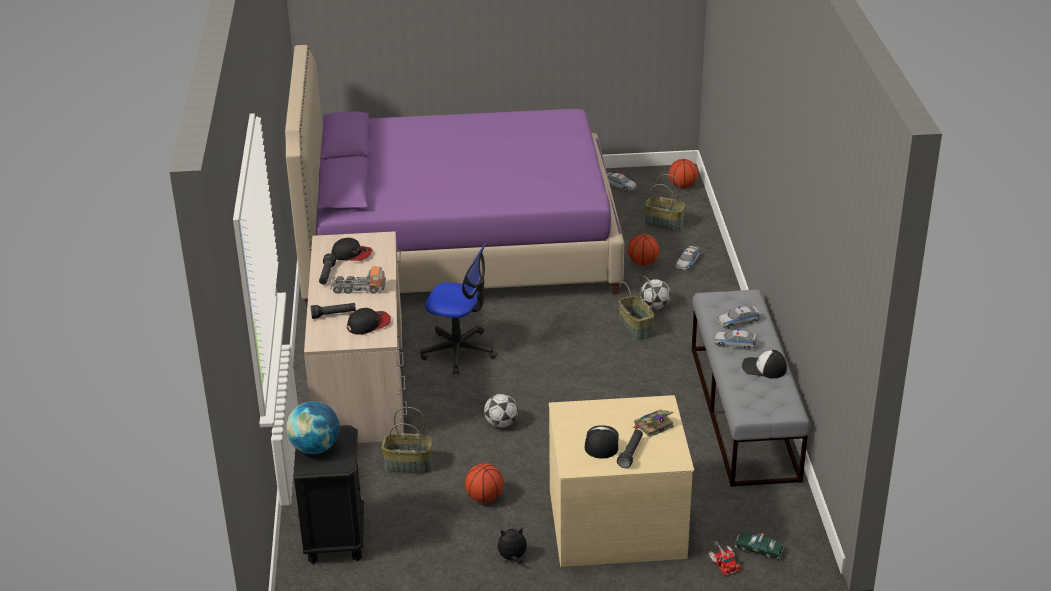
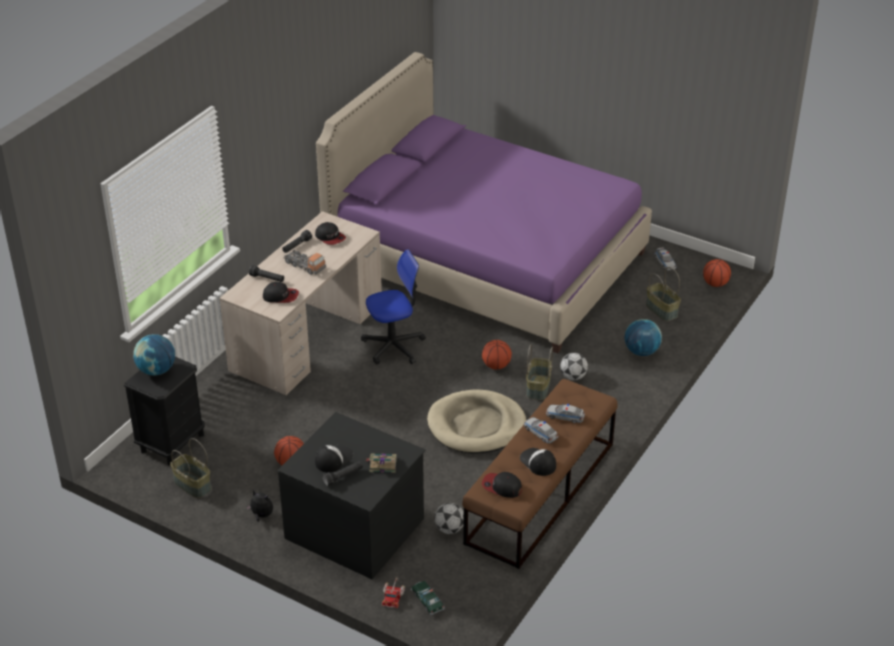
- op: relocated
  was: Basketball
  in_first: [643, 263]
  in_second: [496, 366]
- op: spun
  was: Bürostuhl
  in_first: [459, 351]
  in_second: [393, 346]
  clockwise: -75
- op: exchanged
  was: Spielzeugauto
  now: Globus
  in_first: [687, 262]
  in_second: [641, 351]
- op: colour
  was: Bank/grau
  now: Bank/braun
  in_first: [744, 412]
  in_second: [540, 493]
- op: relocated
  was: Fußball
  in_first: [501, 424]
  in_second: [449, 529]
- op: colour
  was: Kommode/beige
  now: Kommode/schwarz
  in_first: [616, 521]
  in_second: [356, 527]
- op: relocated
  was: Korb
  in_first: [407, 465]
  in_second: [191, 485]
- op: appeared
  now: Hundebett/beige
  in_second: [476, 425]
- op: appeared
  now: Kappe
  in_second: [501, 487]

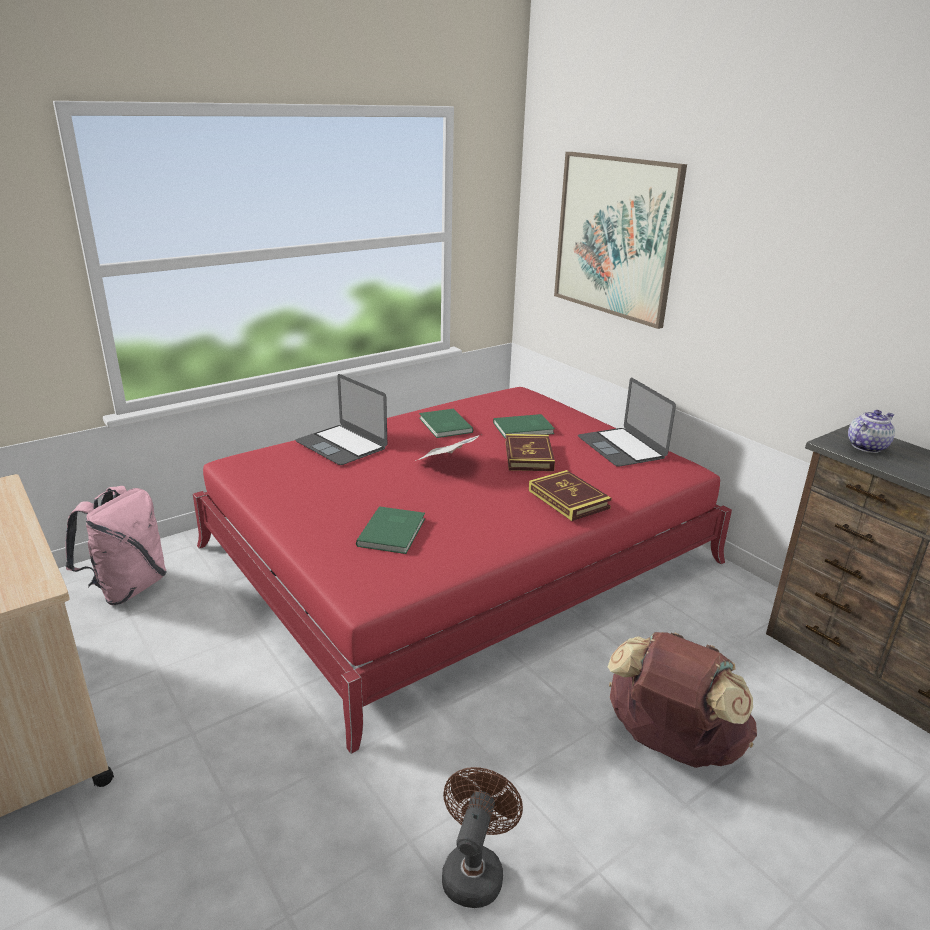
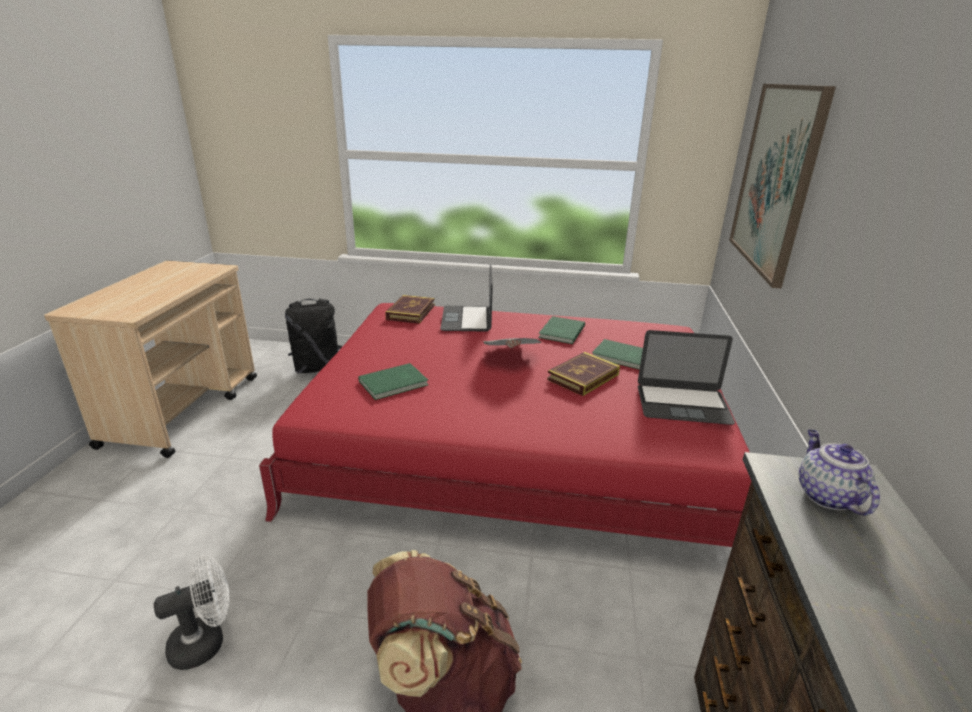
- op: spun
  was: Laptop
  in_first: [621, 447]
  in_second: [683, 404]
  clockwise: -105
- op: spun
  was: Teekanne
  in_first: [866, 446]
  in_second: [826, 495]
  clockwise: -105
- op: relocated
  was: Buch
  in_first: [568, 499]
  in_second: [411, 312]
- op: colour
  was: Rucksack/rosa
  now: Rucksack/schwarz
  in_first: [128, 588]
  in_second: [317, 368]
- op: colour
  was: Ventilator/braun
  now: Ventilator/weiß
  in_first: [474, 869]
  in_second: [206, 642]

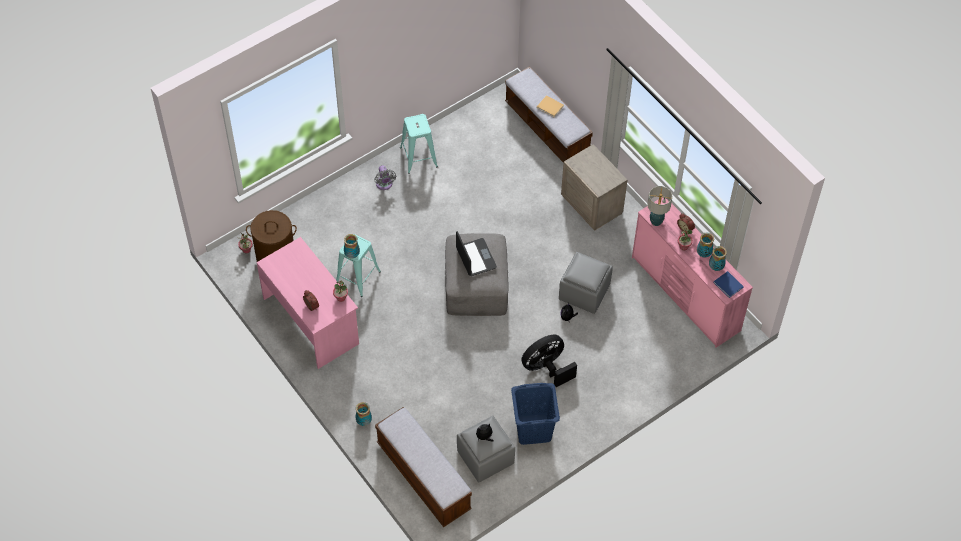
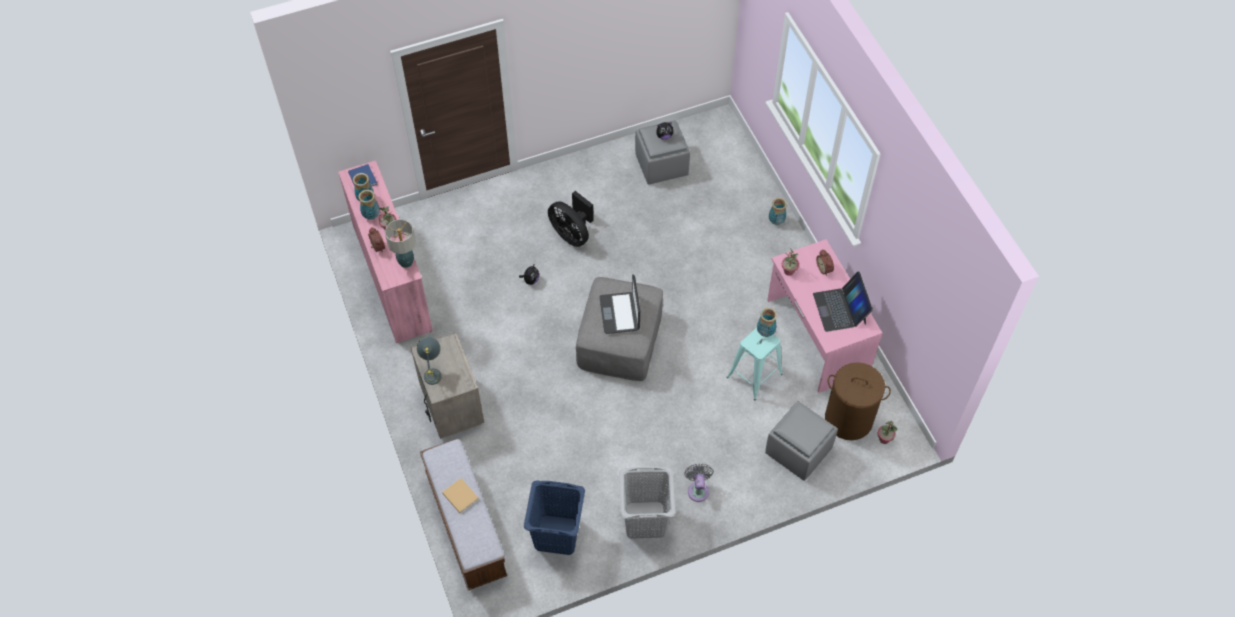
- op: exchanged
  was: Hocker/türkis
  now: Wäschekorb/grau
  in_first: [418, 157]
  in_second: [645, 520]
- op: relocated
  was: Polsterhocker/grau
  in_first: [583, 292]
  in_second: [799, 450]
- op: spun
  was: Ventilator/schwarz
  in_first: [546, 368]
  in_second: [572, 234]
  clockwise: 60
- op: relocated
  was: Wäschekorb/blau
  in_first: [533, 429]
  in_second: [556, 535]
- op: missing
  was: Bank
  in_first: [423, 476]
- op: appeared
  now: Laptop
  in_second: [840, 309]
- op: appeared
  now: Tischlampe/grau
  in_second: [433, 371]

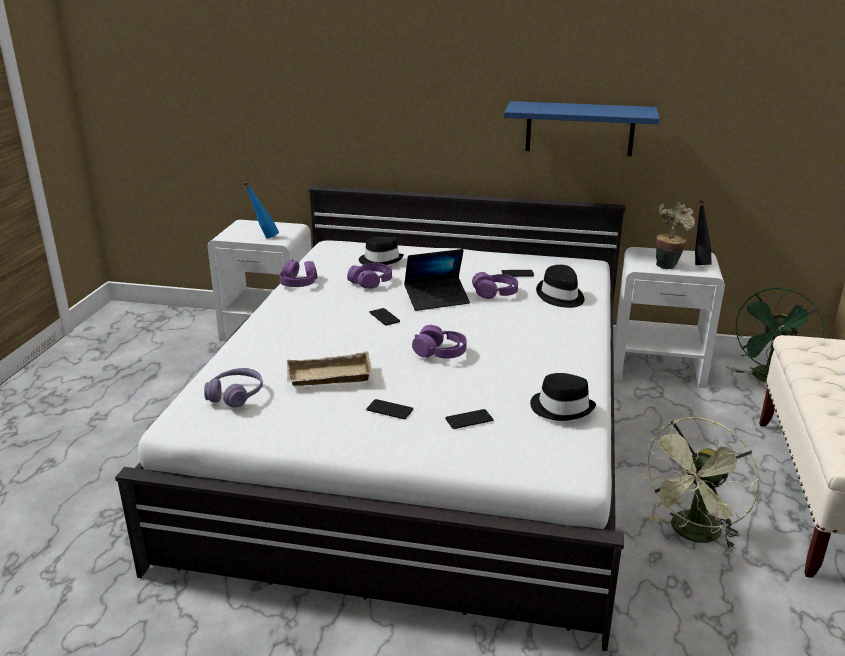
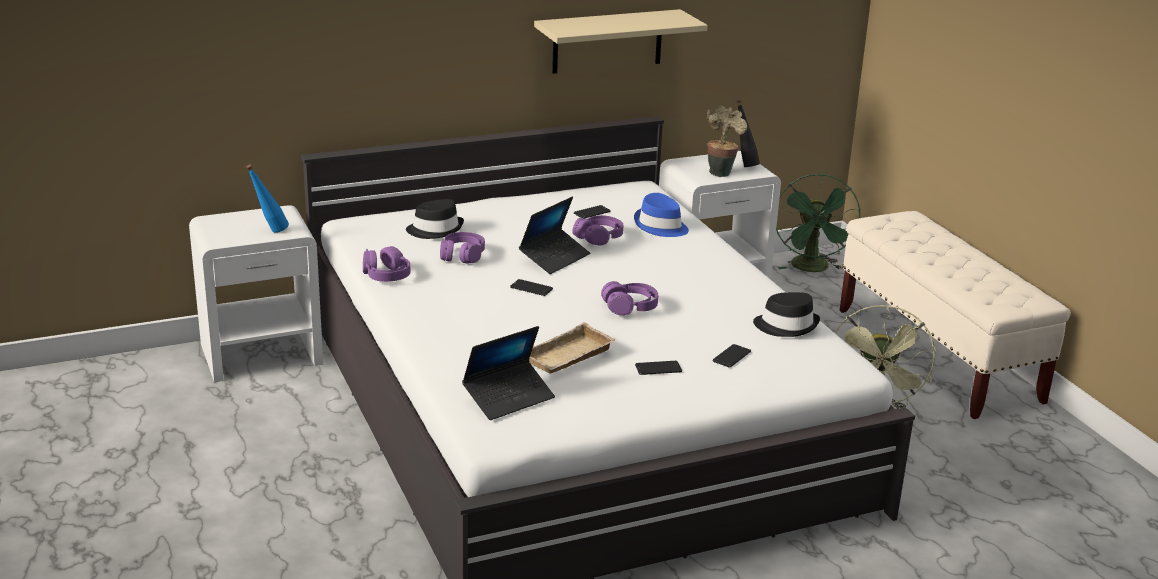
- op: colour
  was: Wandregal/blau
  now: Wandregal/beige
  in_first: [580, 128]
  in_second: [607, 41]
- op: colour
  was: Hut/schwarz
  now: Hut/blau
  in_first: [560, 296]
  in_second: [660, 226]
- op: exchanged
  was: Kopfhörer/lila
  now: Laptop
  in_first: [235, 395]
  in_second: [509, 398]

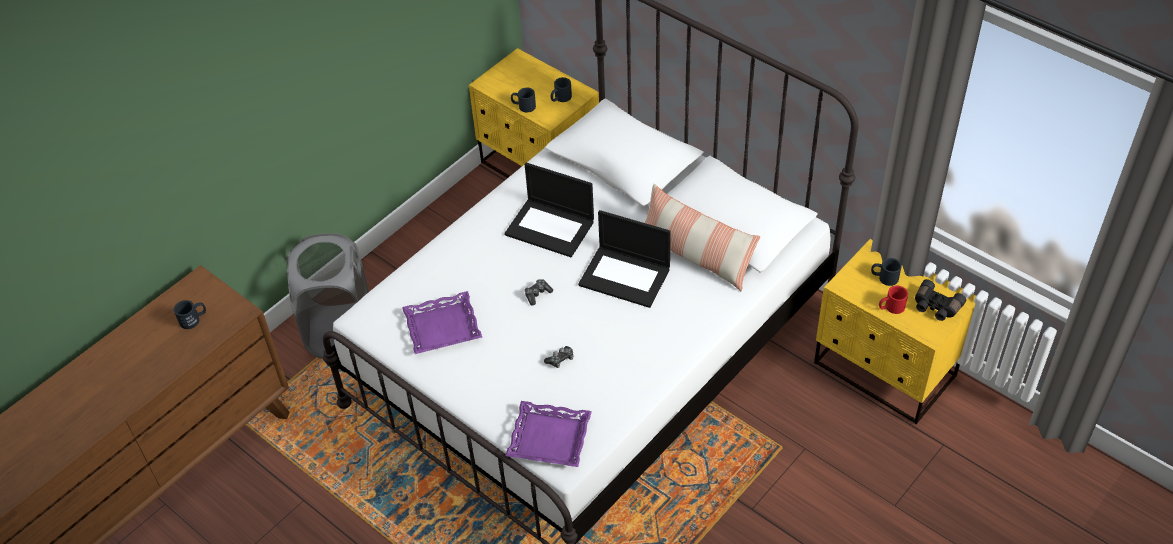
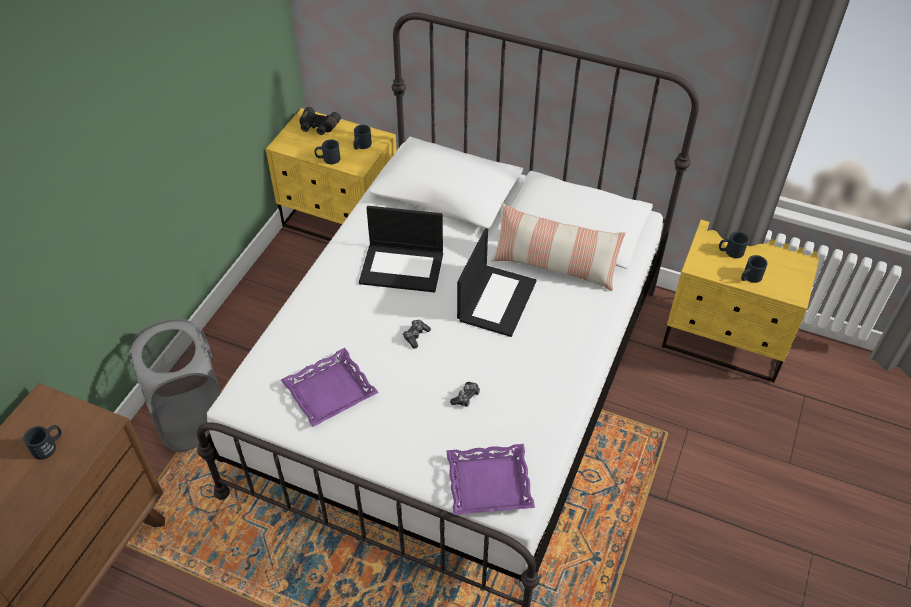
- op: spun
  was: Laptop
  in_first: [626, 276]
  in_second: [496, 299]
  clockwise: -75
- op: relocated
  was: Fernglas/schwarz
  in_first: [935, 307]
  in_second: [318, 127]
- op: colour
  was: Henkelbecher/rot
  now: Henkelbecher/schwarz
  in_first: [891, 307]
  in_second: [749, 277]

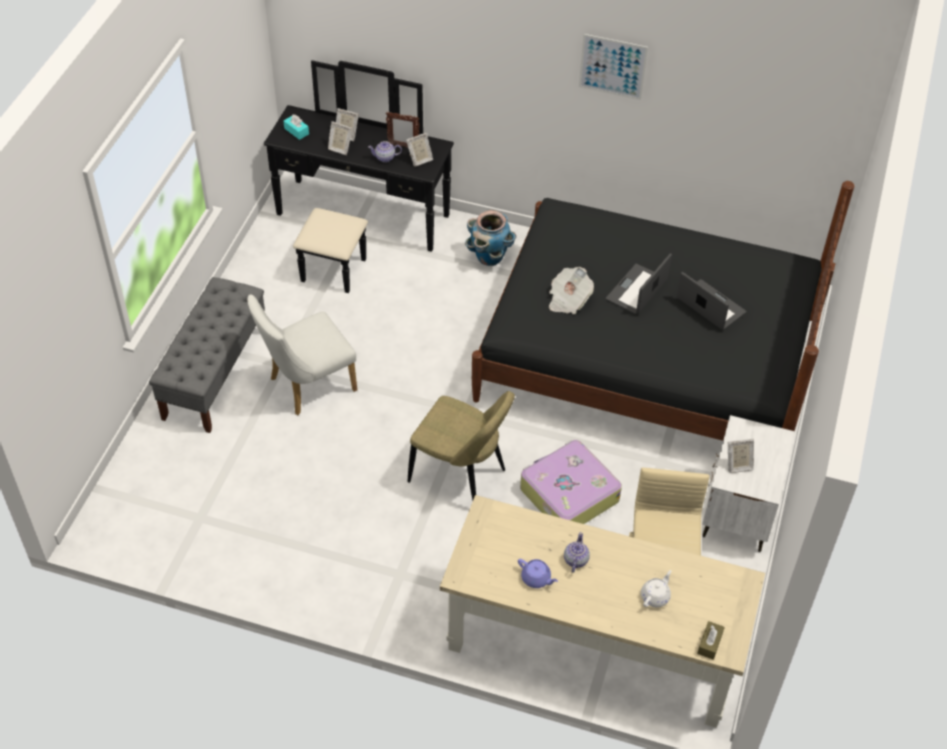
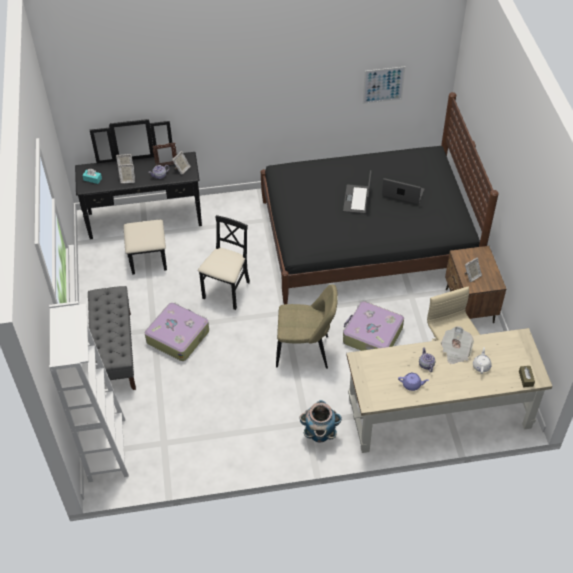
- op: relocated
  was: Bild
  in_first: [612, 67]
  in_second: [383, 85]
- op: relocated
  was: Pflanzkübel
  in_first: [490, 257]
  in_second: [320, 434]
- op: relocated
  was: Zeitung
  in_first: [568, 299]
  in_second: [455, 351]
- op: exchanged
  was: Stuhl/weiß
  now: Koffer
  in_first: [307, 386]
  in_second: [178, 336]
- op: colour
  was: Nachttisch/weiß
  now: Nachttisch/braun
  in_first: [738, 512]
  in_second: [469, 306]
- op: appeared
  now: Stuhl/schwarz
  in_second: [227, 291]
- op: appeared
  now: Bücherregal/weiß
  in_second: [107, 450]

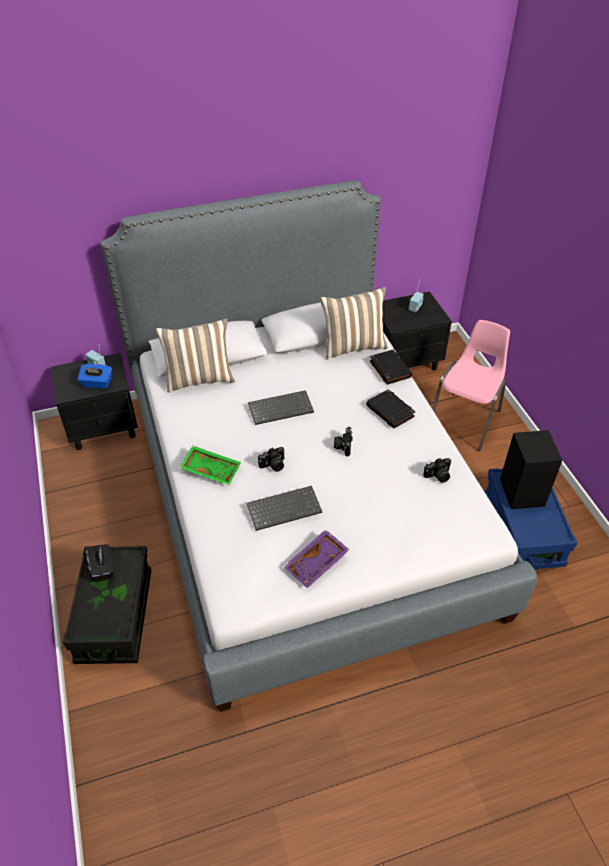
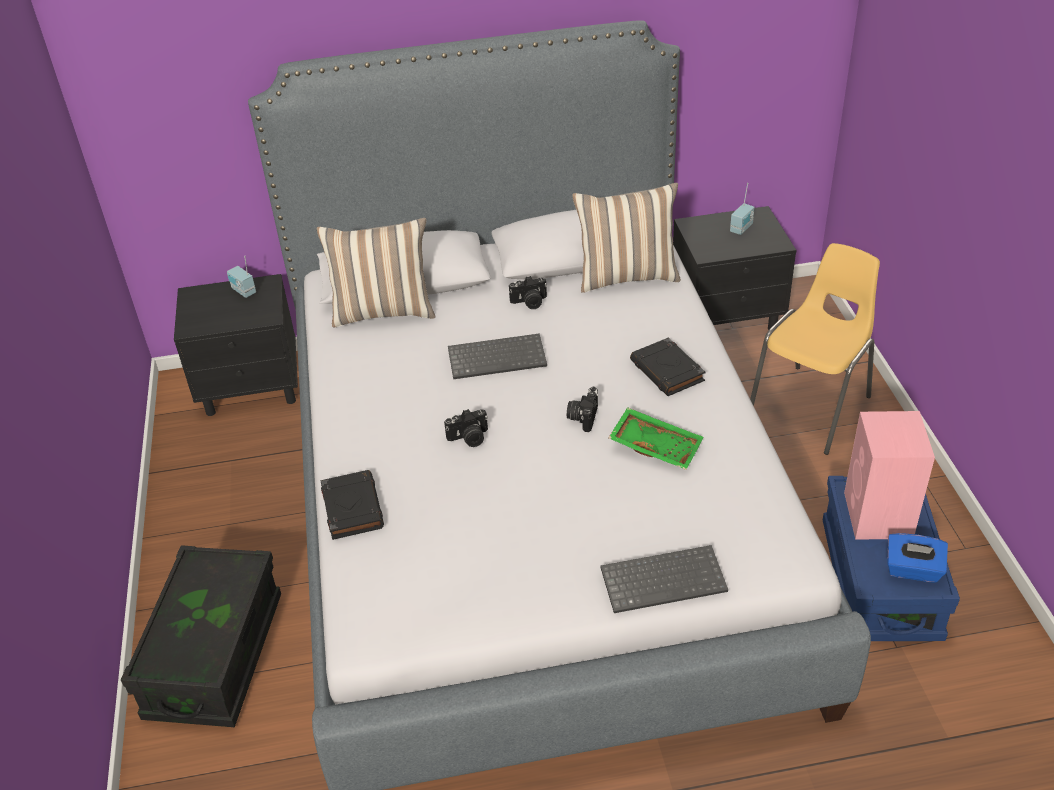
- op: colour
  was: Stuhl/rosa
  now: Stuhl/gelb
  in_first: [465, 420]
  in_second: [811, 408]
- op: relocated
  was: Buch/schwarz
  in_first: [389, 369]
  in_second: [352, 508]
- op: relocated
  was: Taschentuchbox/blau
  in_first: [97, 383]
  in_second: [913, 570]
- op: colour
  was: Lautsprecher/schwarz
  now: Lautsprecher/rosa
  in_first: [522, 493]
  in_second: [878, 517]
- op: relocated
  was: Tablett/grün
  in_first: [211, 469]
  in_second: [656, 445]
- op: relocated
  was: Kamera
  in_first: [438, 476]
  in_second: [529, 302]
- op: relocated
  was: Tastatur
  in_first: [284, 508]
  in_second: [664, 579]
- op: missing
  was: Tablett/lila
  in_first: [317, 564]
- op: missing
  was: Taschentuchbox/schwarz
  in_first: [103, 568]

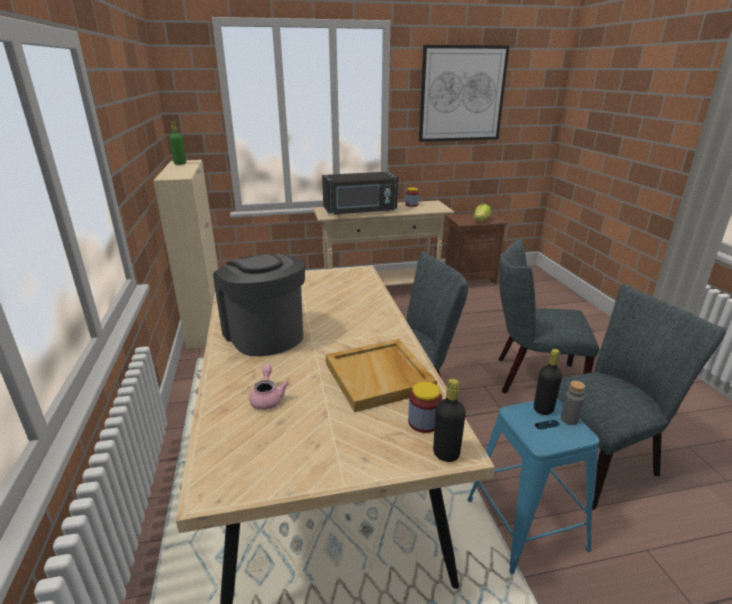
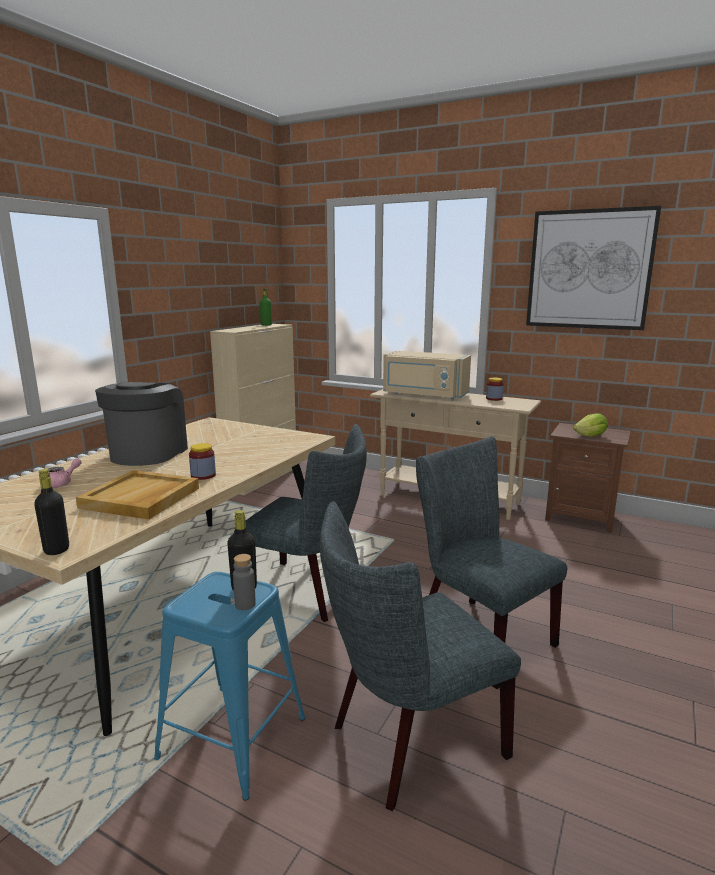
- op: colour
  was: Mikrowelle/schwarz
  now: Mikrowelle/beige
  in_first: [360, 211]
  in_second: [424, 395]
- op: spun
  was: Stuhl/grau
  in_first: [598, 459]
  in_second: [408, 743]
  clockwise: 135
- op: relocated
  was: Vorratsglas
  in_first: [424, 422]
  in_second: [203, 475]

